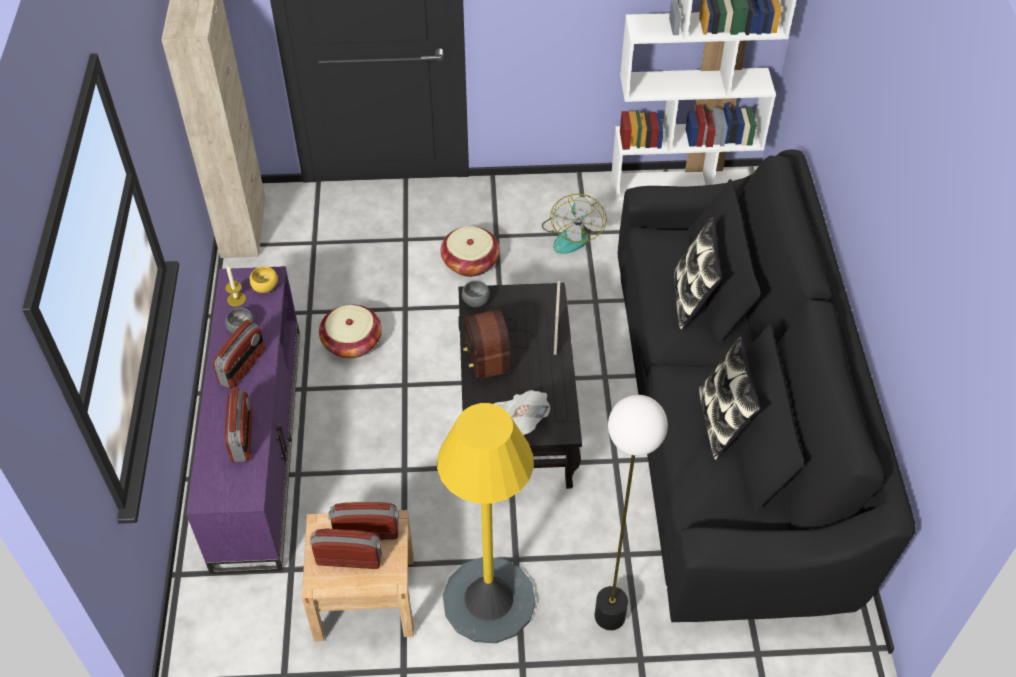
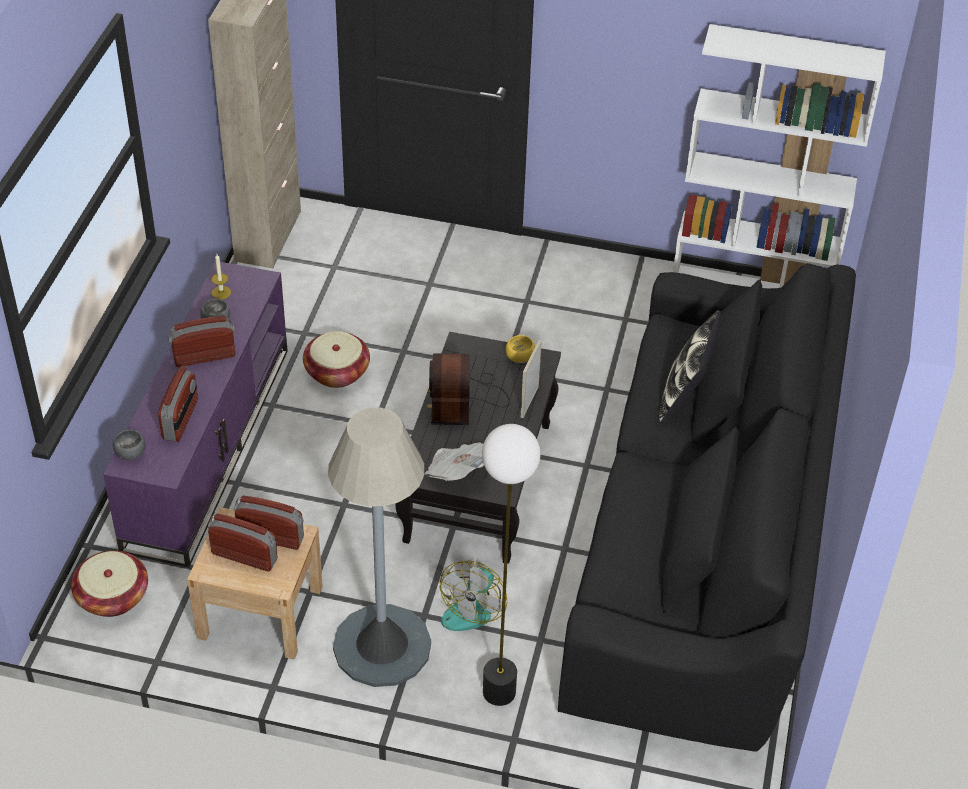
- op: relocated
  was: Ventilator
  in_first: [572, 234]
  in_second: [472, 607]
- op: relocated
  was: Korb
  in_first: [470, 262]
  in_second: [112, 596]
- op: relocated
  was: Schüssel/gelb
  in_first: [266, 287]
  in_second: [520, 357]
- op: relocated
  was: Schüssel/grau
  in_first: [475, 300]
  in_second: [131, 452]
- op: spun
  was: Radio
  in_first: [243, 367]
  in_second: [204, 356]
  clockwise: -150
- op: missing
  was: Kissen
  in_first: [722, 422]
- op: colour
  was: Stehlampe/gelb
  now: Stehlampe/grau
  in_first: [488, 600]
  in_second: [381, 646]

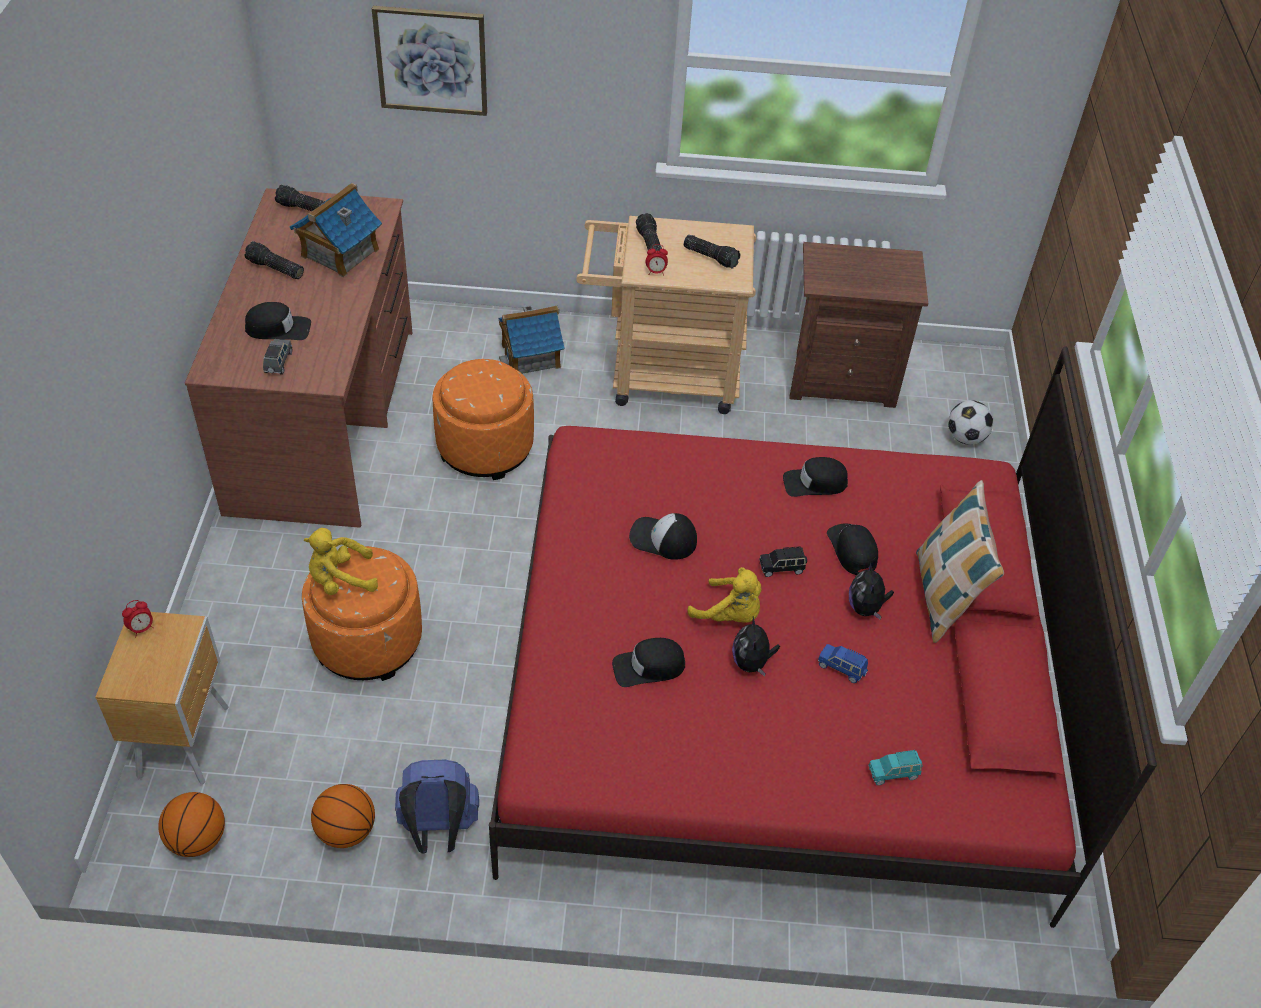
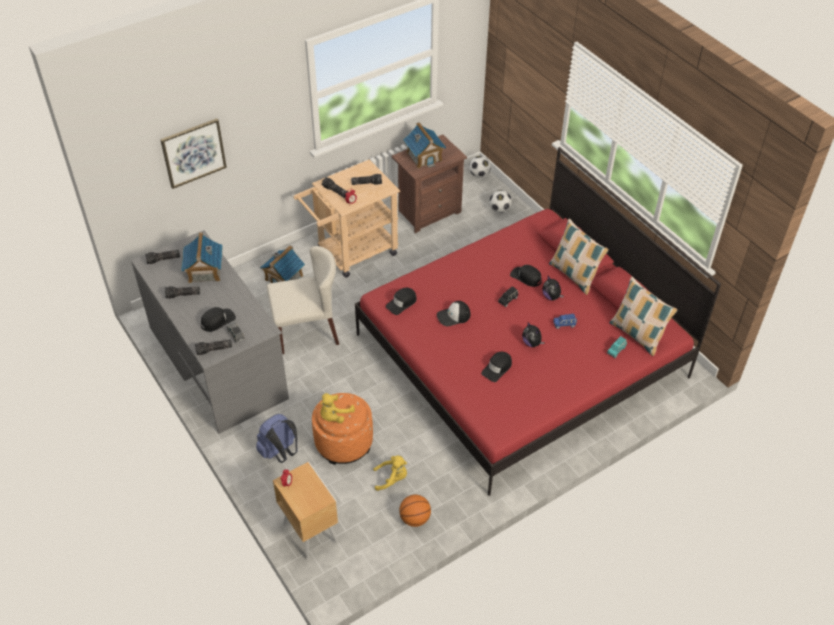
- op: colour
  was: Schreibtisch/braun
  now: Schreibtisch/grau
  in_first: [324, 418]
  in_second: [218, 361]
- op: exchanged
  was: Polsterhocker/orange
  now: Stuhl/beige
  in_first: [485, 447]
  in_second: [307, 331]
- op: relocated
  was: Kappe/schwarz
  in_first: [814, 483]
  in_second: [401, 303]
- op: relocated
  was: Plüschtier/gelb
  in_first: [730, 615]
  in_second: [392, 478]
- op: relocated
  was: Rucksack/blau
  in_first: [438, 830]
  in_second: [280, 452]
- op: missing
  was: Basketball
  in_first: [197, 839]
- op: appeared
  now: Spielzeughaus
  in_second: [424, 156]
- op: appeared
  now: Fußball
  in_second: [479, 174]
- op: appeared
  now: Kissen
  in_second: [637, 335]
- op: appeared
  now: Taschenlampe
  in_second: [214, 350]

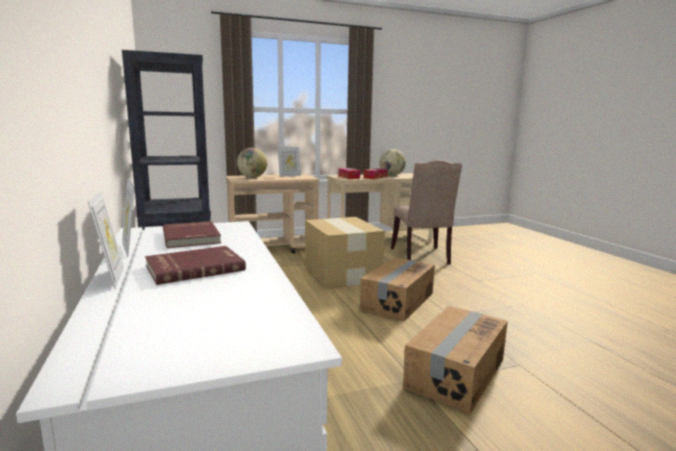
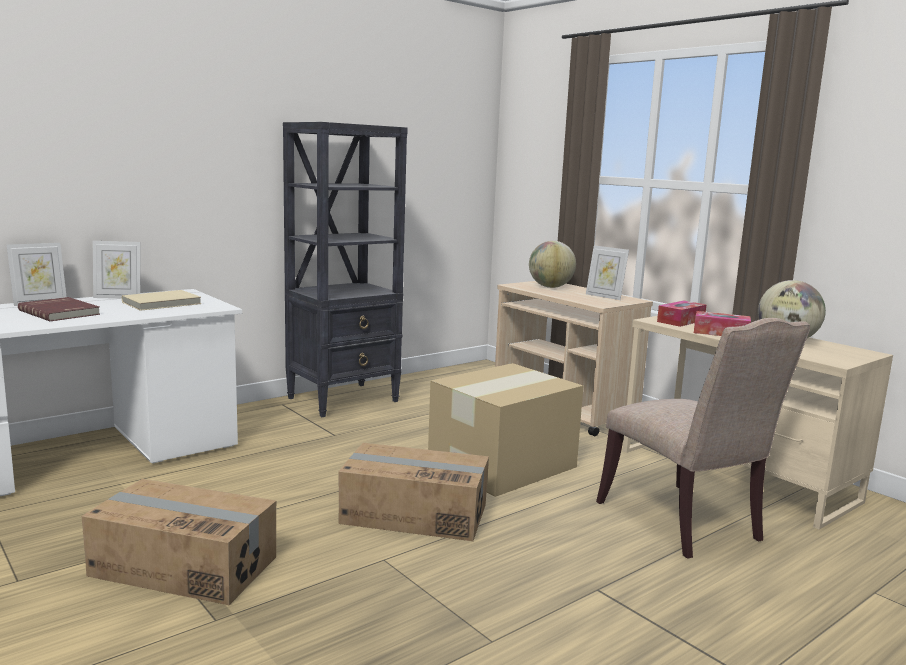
- op: spun
  was: Stuhl/beige
  in_first: [422, 257]
  in_second: [685, 523]
  clockwise: -90
- op: spun
  was: Bilderrahmen
  in_first: [131, 249]
  in_second: [118, 297]
  clockwise: -135
- op: colour
  was: Buch/rot
  now: Buch/beige
  in_first: [192, 237]
  in_second: [162, 303]

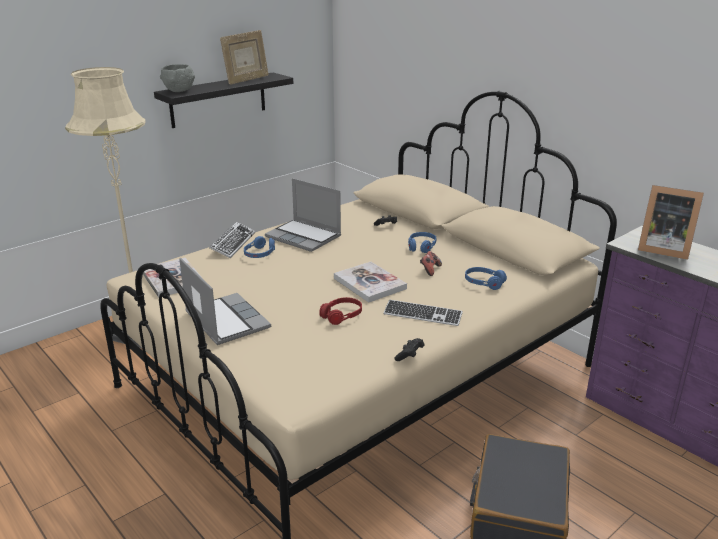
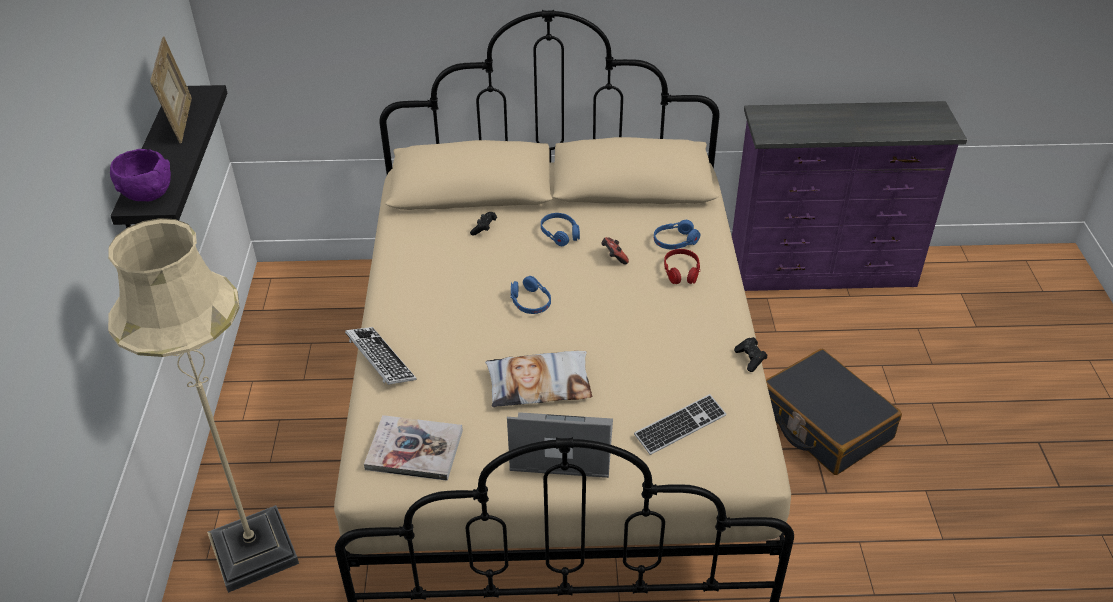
- op: colour
  was: Schüssel/grau
  now: Schüssel/lila
  in_first: [179, 91]
  in_second: [147, 194]
- op: missing
  was: Laptop
  in_first: [304, 237]
- op: missing
  was: Bilderrahmen
  in_first: [662, 248]
- op: relocated
  was: Kopfhörer/blau
  in_first: [260, 254]
  in_second: [530, 302]
- op: missing
  was: Buch
  in_first: [369, 283]
- op: relocated
  was: Kopfhörer/rot
  in_first: [341, 316]
  in_second: [681, 272]
- op: relocated
  was: Tastatur
  in_first: [422, 315]
  in_second: [680, 426]
- op: appeared
  now: Kissen
  in_second: [539, 384]

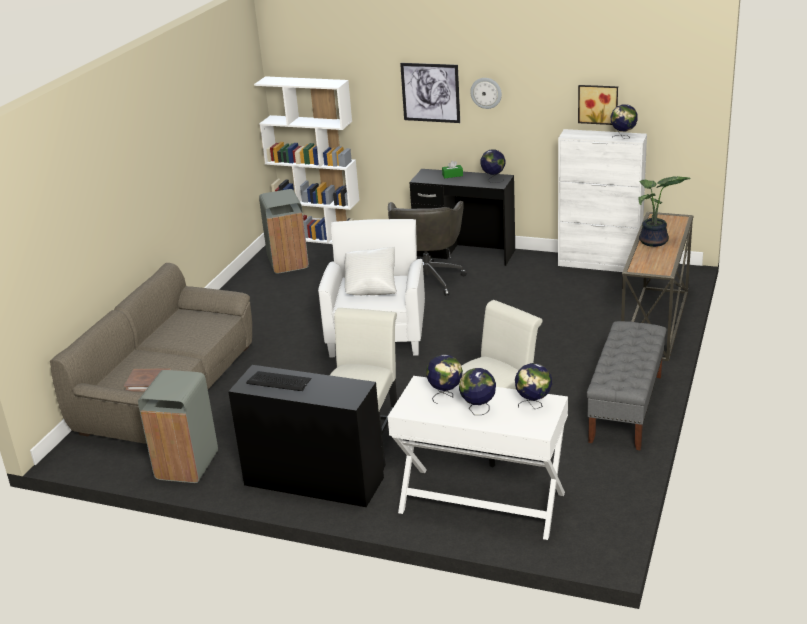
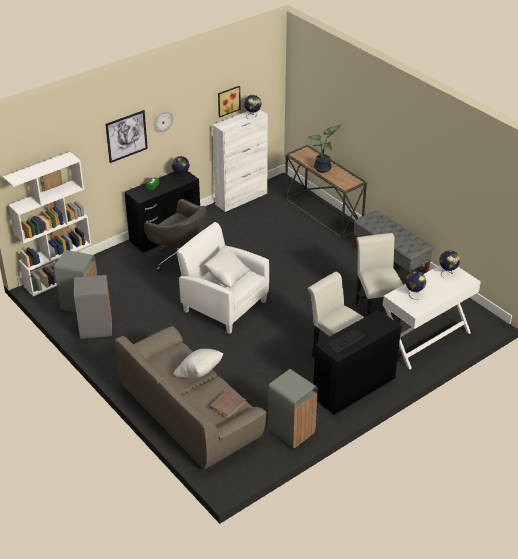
- op: missing
  was: Globus
  in_first: [478, 410]
- op: appeared
  now: Mülleimer/grau
  in_second: [96, 329]
- op: appeared
  now: Kissen/weiß
  in_second: [199, 374]

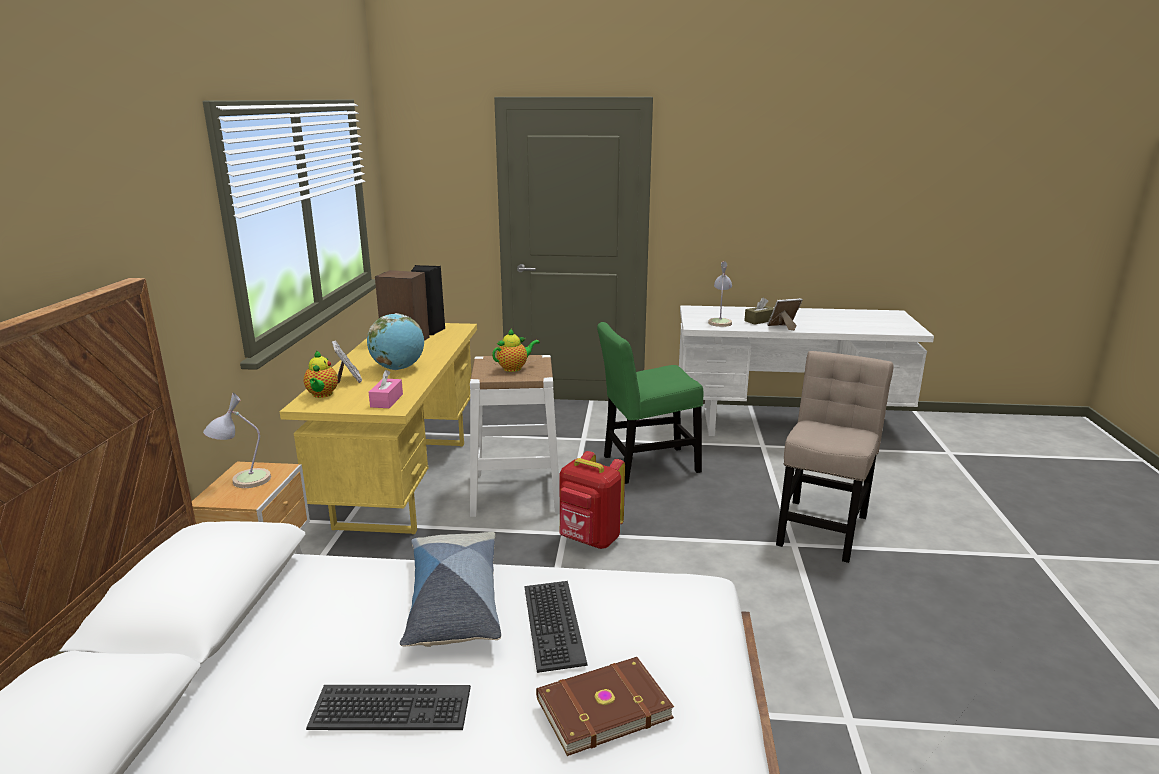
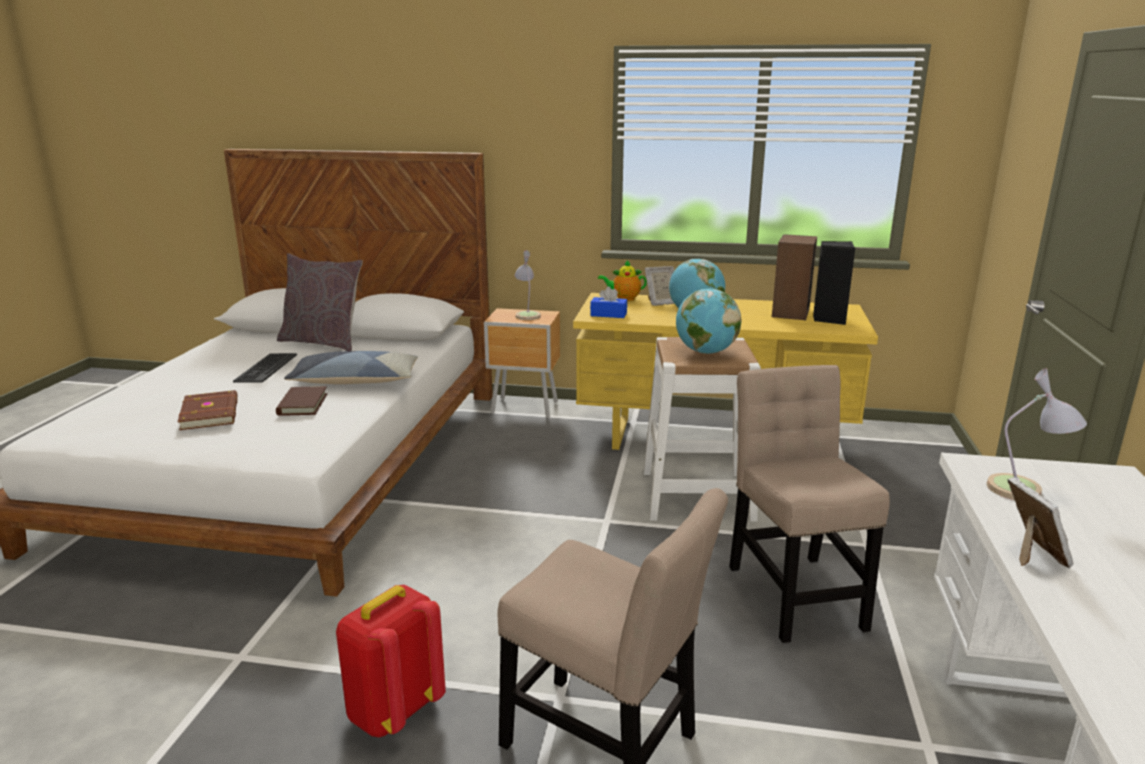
- op: missing
  was: Taschentuchbox/braun
  in_first: [759, 320]
- op: colour
  was: Stuhl/grün
  now: Stuhl/beige
  in_first: [646, 465]
  in_second: [793, 591]
- op: exchanged
  was: Teekanne
  now: Globus
  in_first: [514, 368]
  in_second: [705, 352]
- op: colour
  was: Taschentuchbox/rosa
  now: Taschentuchbox/blau
  in_first: [386, 400]
  in_second: [608, 314]
- op: relocated
  was: Rucksack/rot
  in_first: [589, 540]
  in_second: [393, 711]
- op: exchanged
  was: Tastatur
  now: Buch/braun
  in_first: [552, 625]
  in_second: [302, 404]
- op: appeared
  now: Kissen/grau
  in_second: [323, 342]

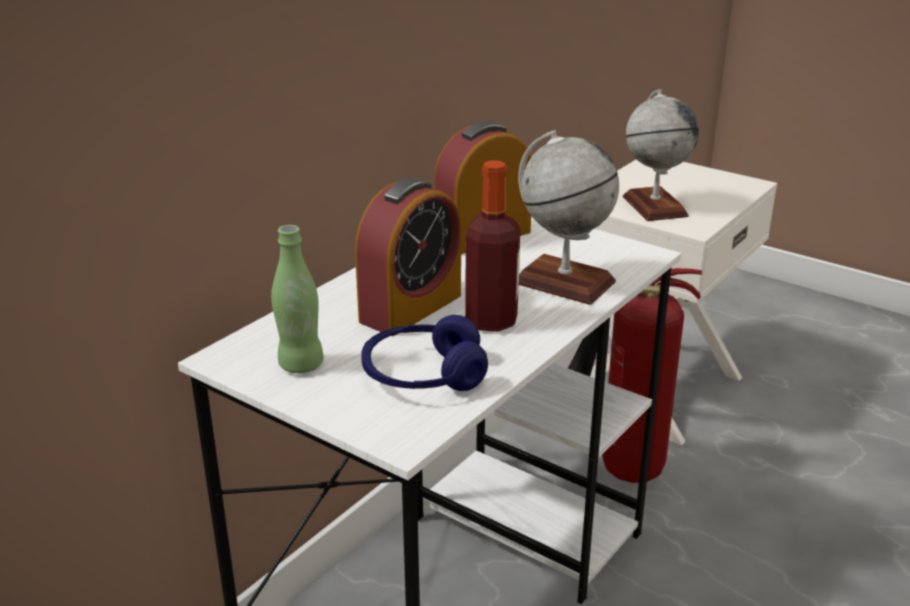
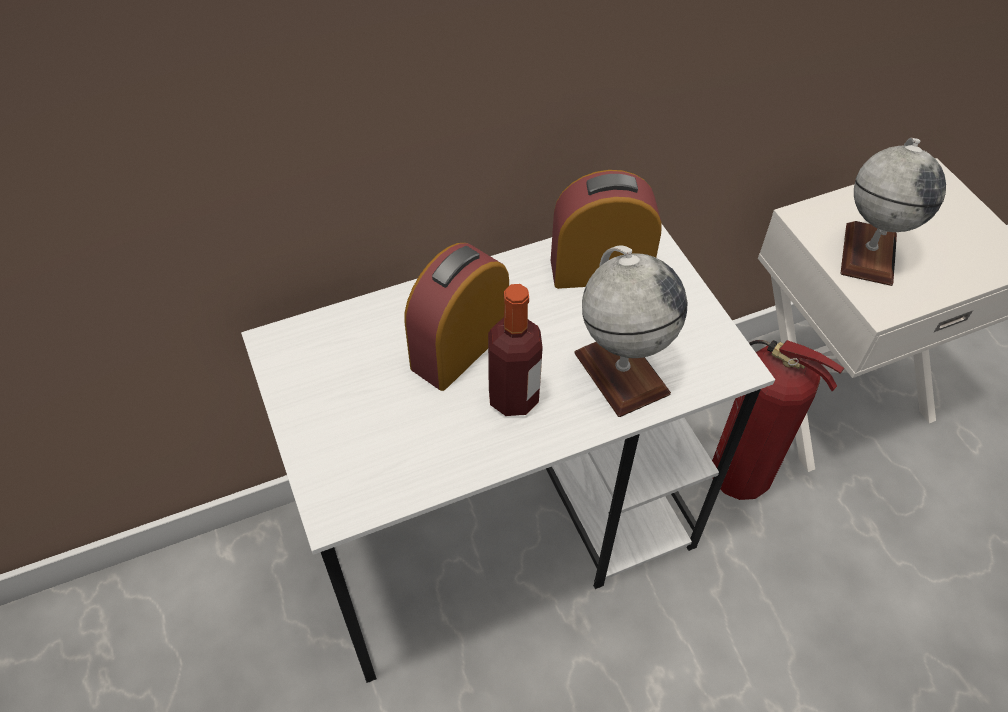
- op: spun
  was: Wecker
  in_first: [411, 308]
  in_second: [460, 347]
  clockwise: 150
- op: missing
  was: Flasche/grün
  in_first: [301, 365]
- op: missing
  was: Kopfhörer/blau
  in_first: [423, 376]

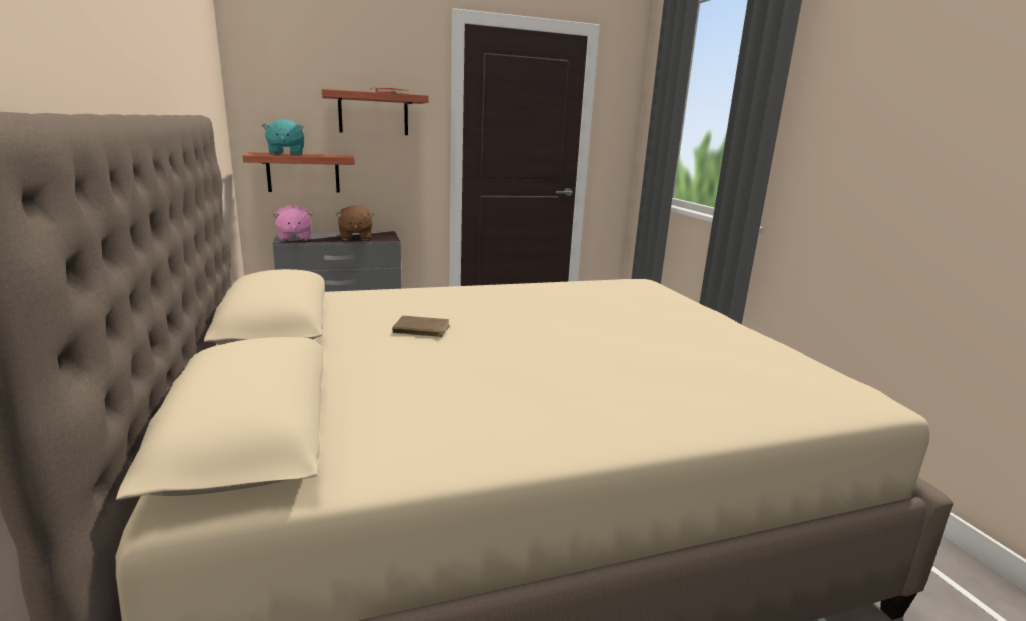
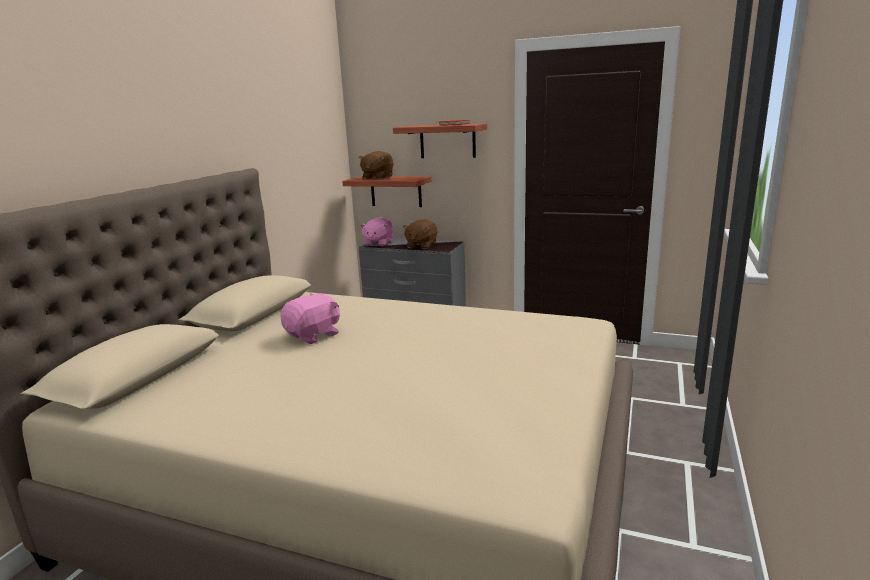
- op: colour
  was: Plüschtier/türkis
  now: Plüschtier/braun
  in_first: [286, 154]
  in_second: [377, 177]
- op: exchanged
  was: Buch/braun
  now: Plüschtier/rosa
  in_first: [421, 330]
  in_second: [314, 335]

